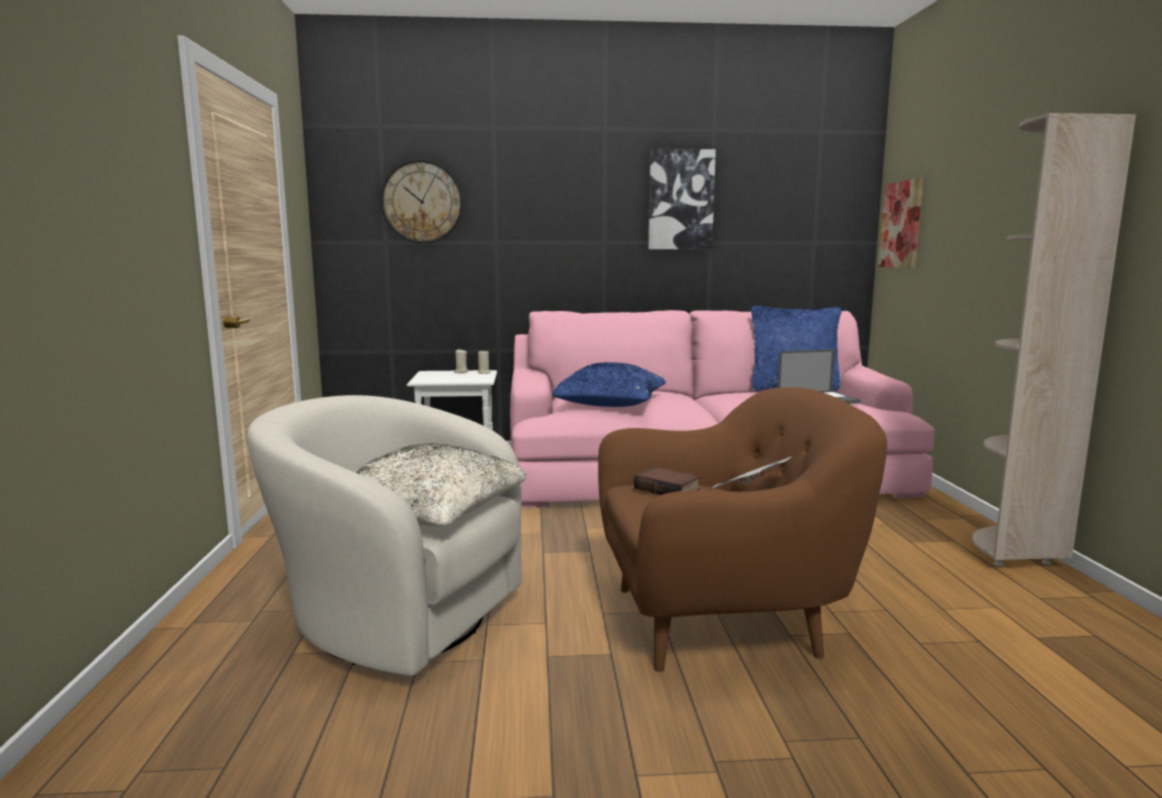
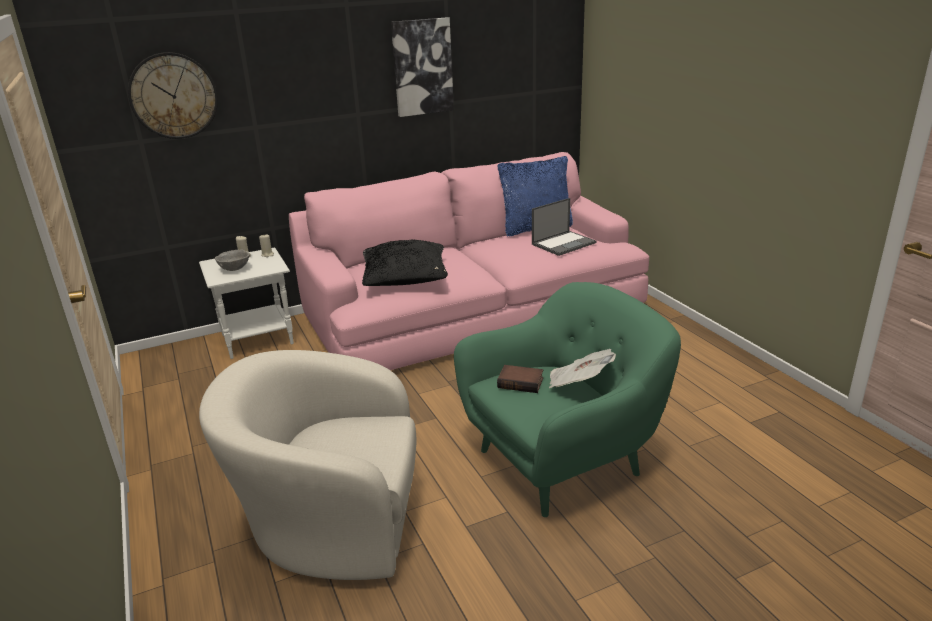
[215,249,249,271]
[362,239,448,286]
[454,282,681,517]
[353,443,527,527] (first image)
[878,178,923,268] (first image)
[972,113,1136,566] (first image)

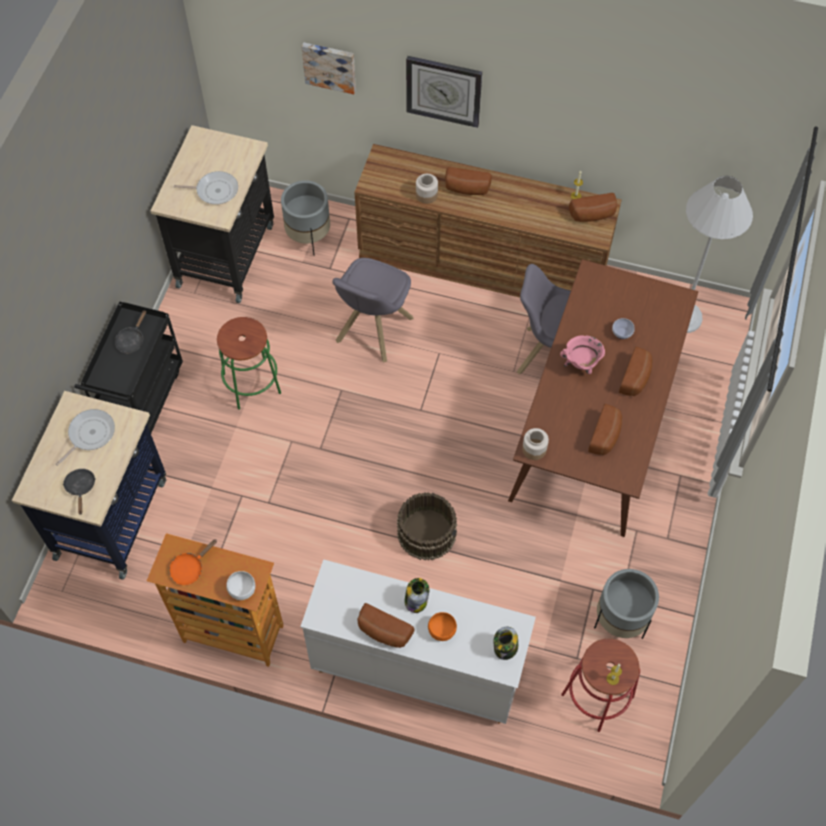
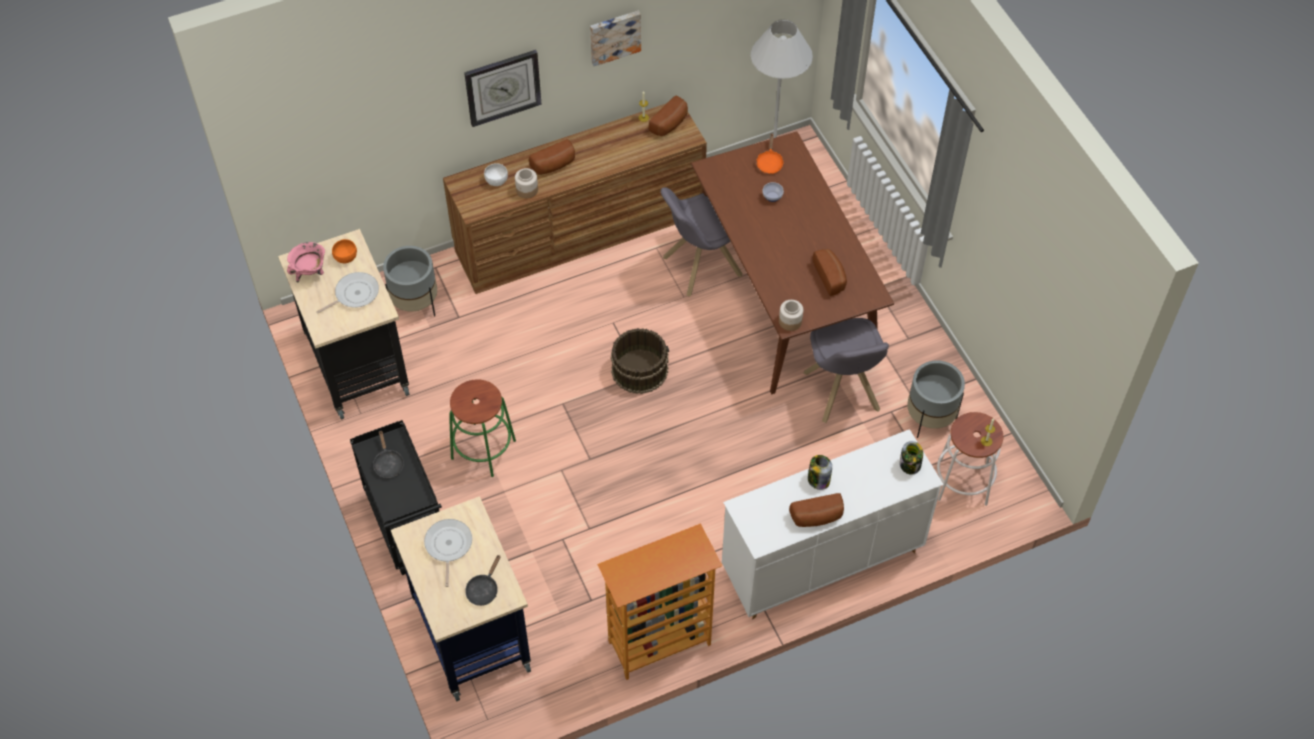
[287,242,325,282]
[332,239,357,263]
[465,554,500,606]
[484,163,508,186]
[590,11,641,66]
[611,328,669,394]
[756,134,784,174]
[803,318,889,423]
[937,412,1003,506]
[619,346,653,396] (first image)

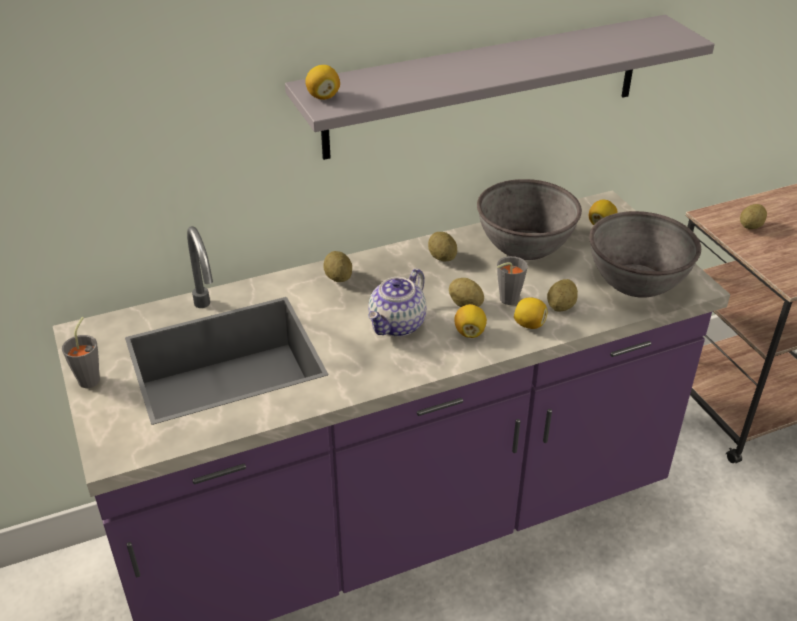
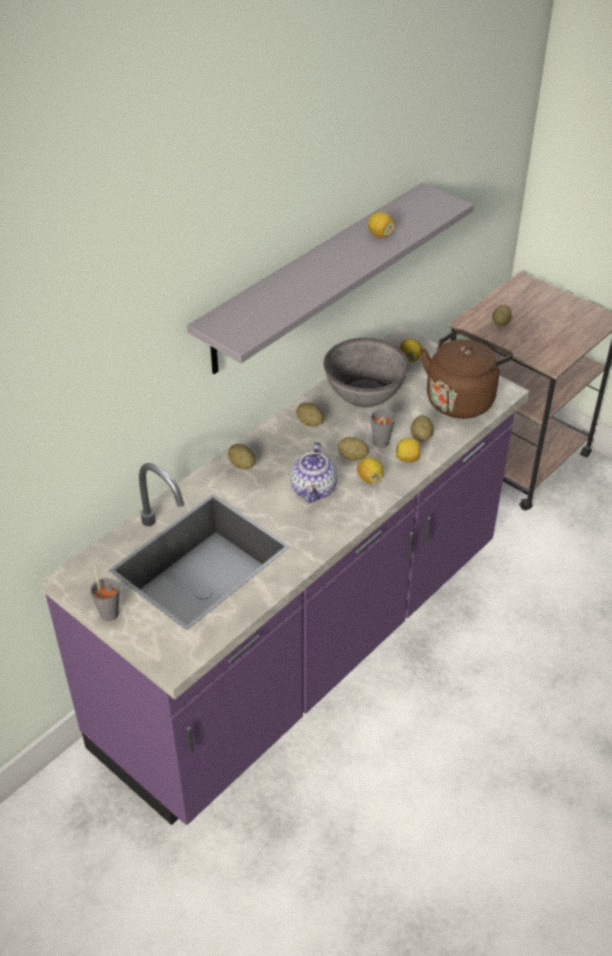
[368,212,395,238]
[421,329,513,419]

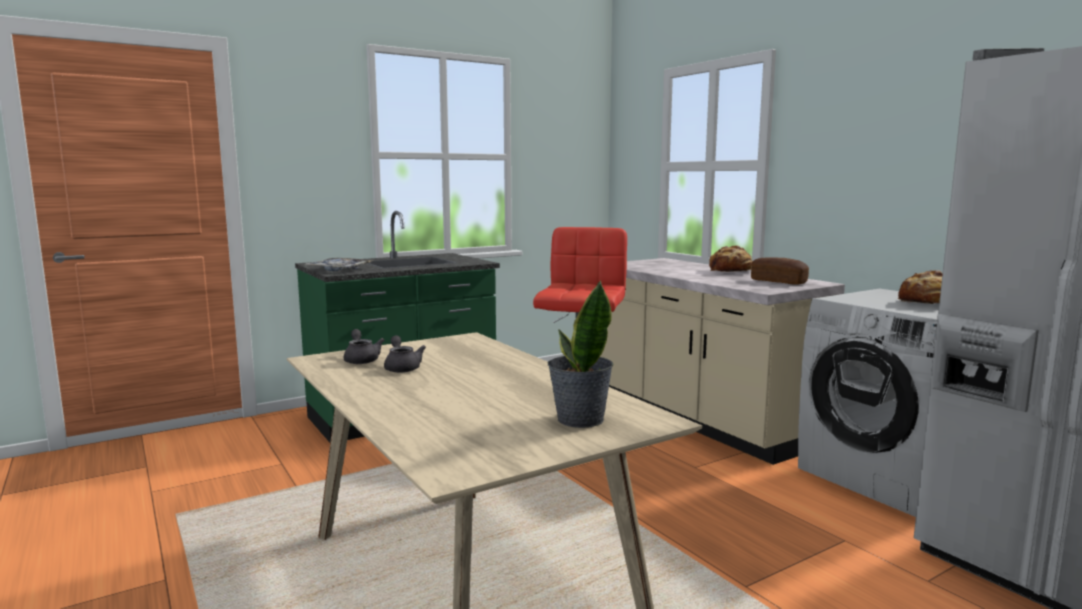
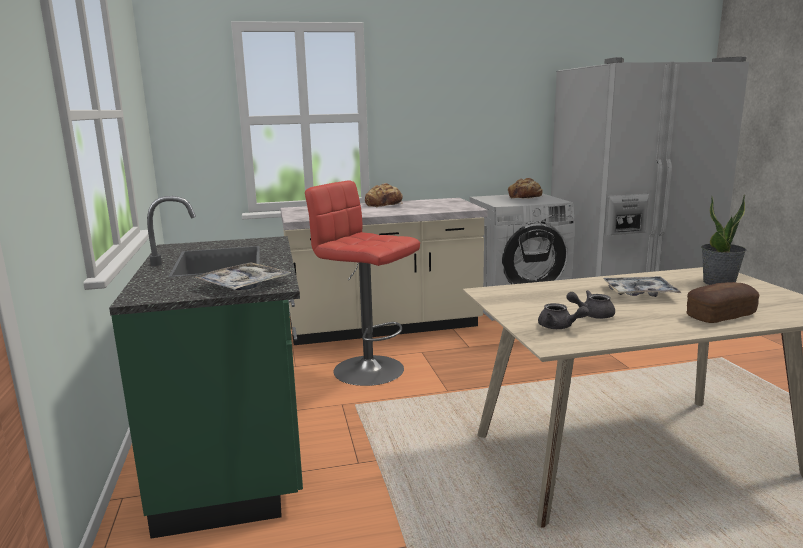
[538,303,589,329]
[603,277,681,297]
[686,282,759,323]

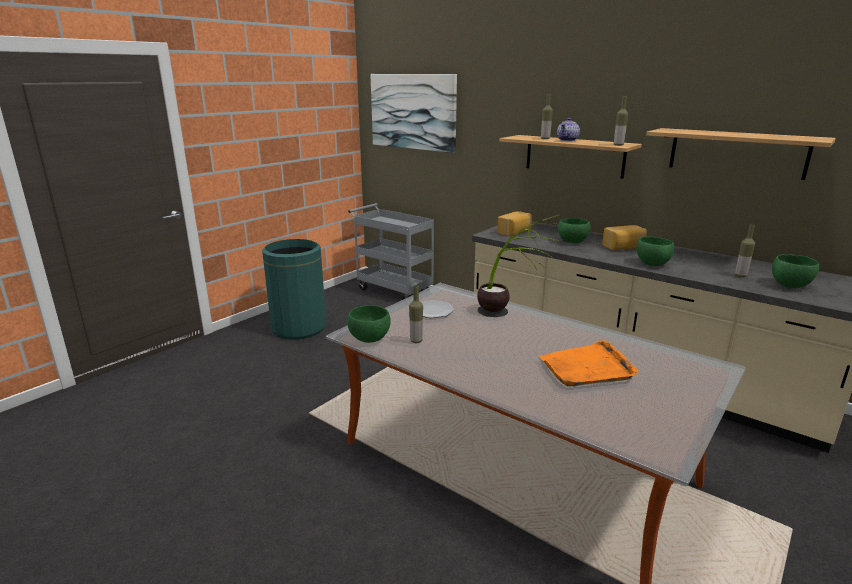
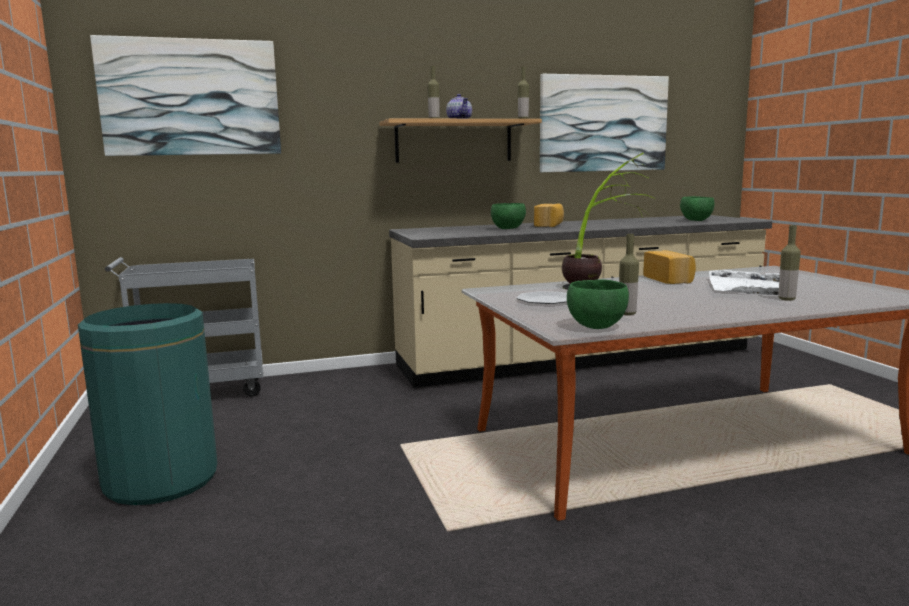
[540,74,669,172]
[643,250,696,284]
[709,270,780,295]
[778,225,801,301]
[636,236,674,266] (first image)

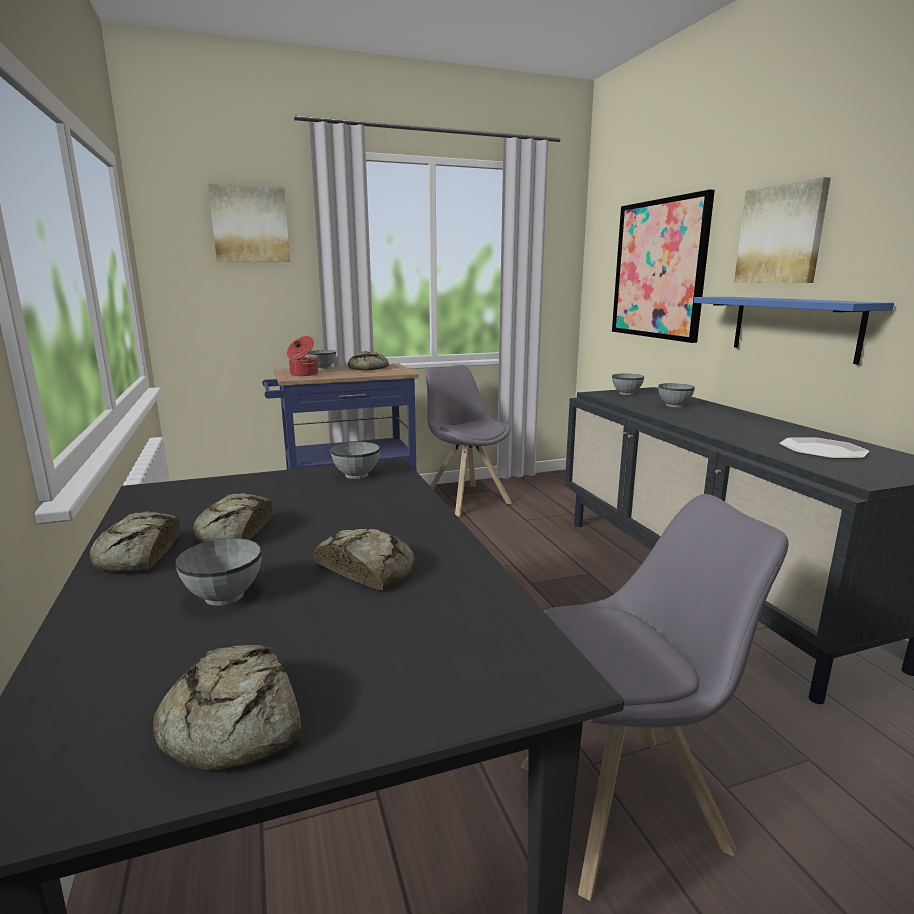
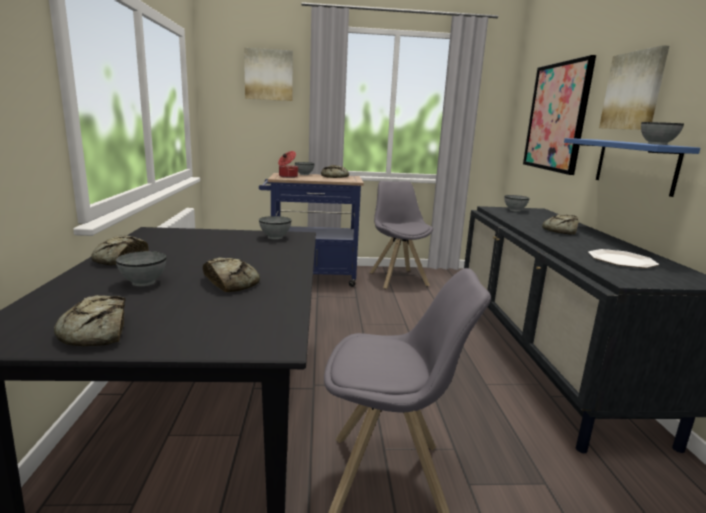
[542,214,578,235]
[641,122,684,145]

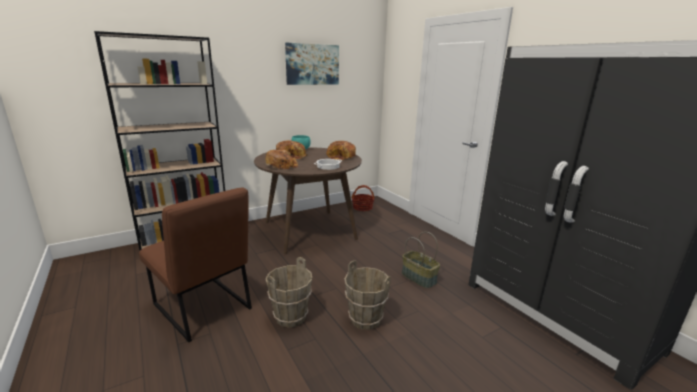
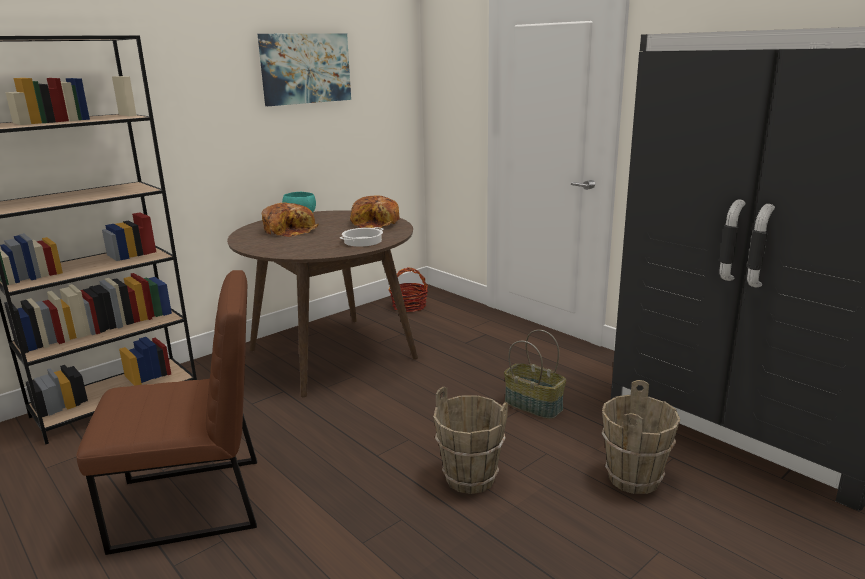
[77,270,257,555]
[602,380,680,494]
[266,150,298,169] (first image)

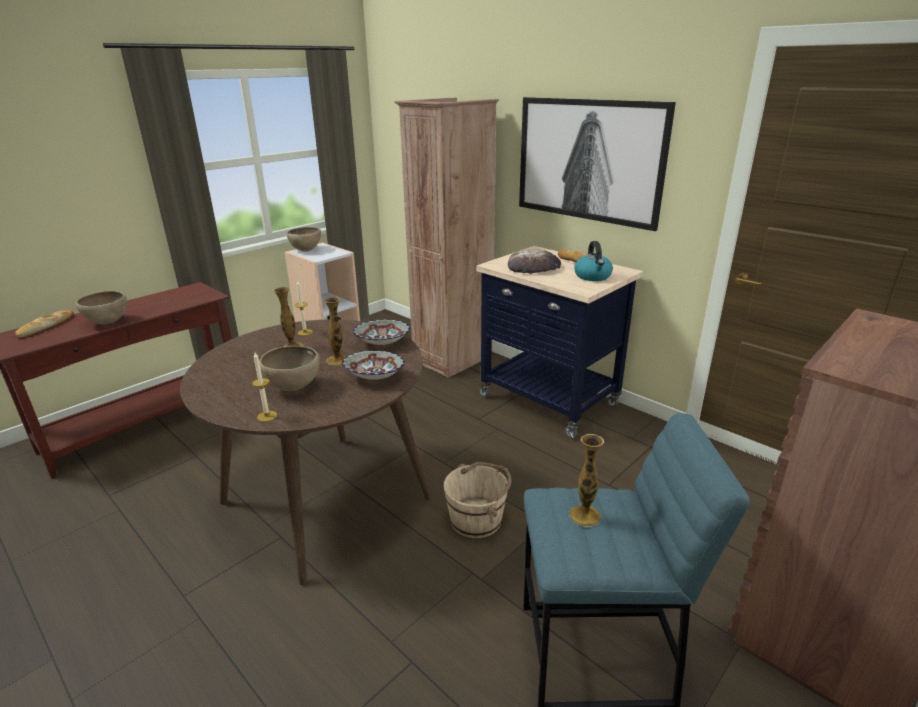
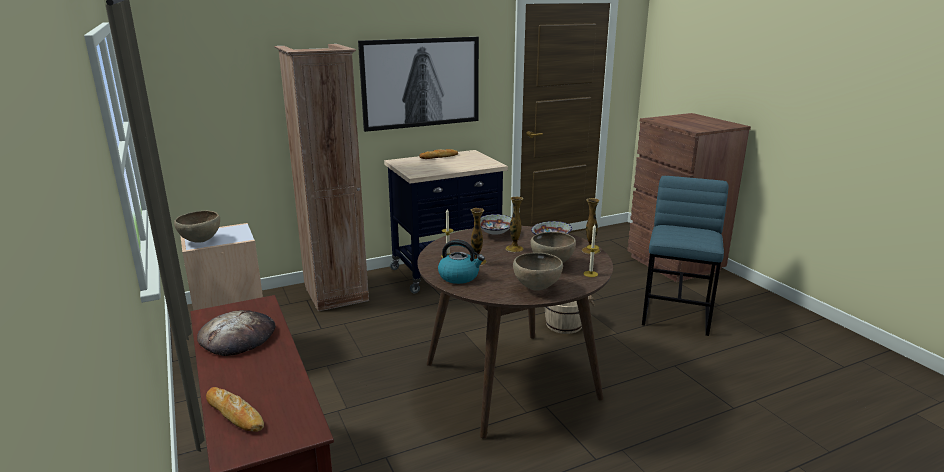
[197,310,276,356]
[438,240,485,284]
[513,253,563,291]
[582,198,601,254]

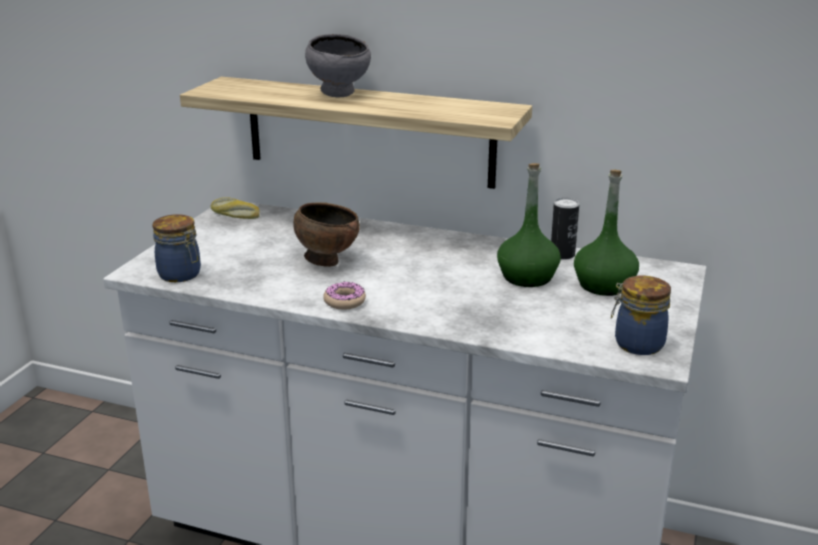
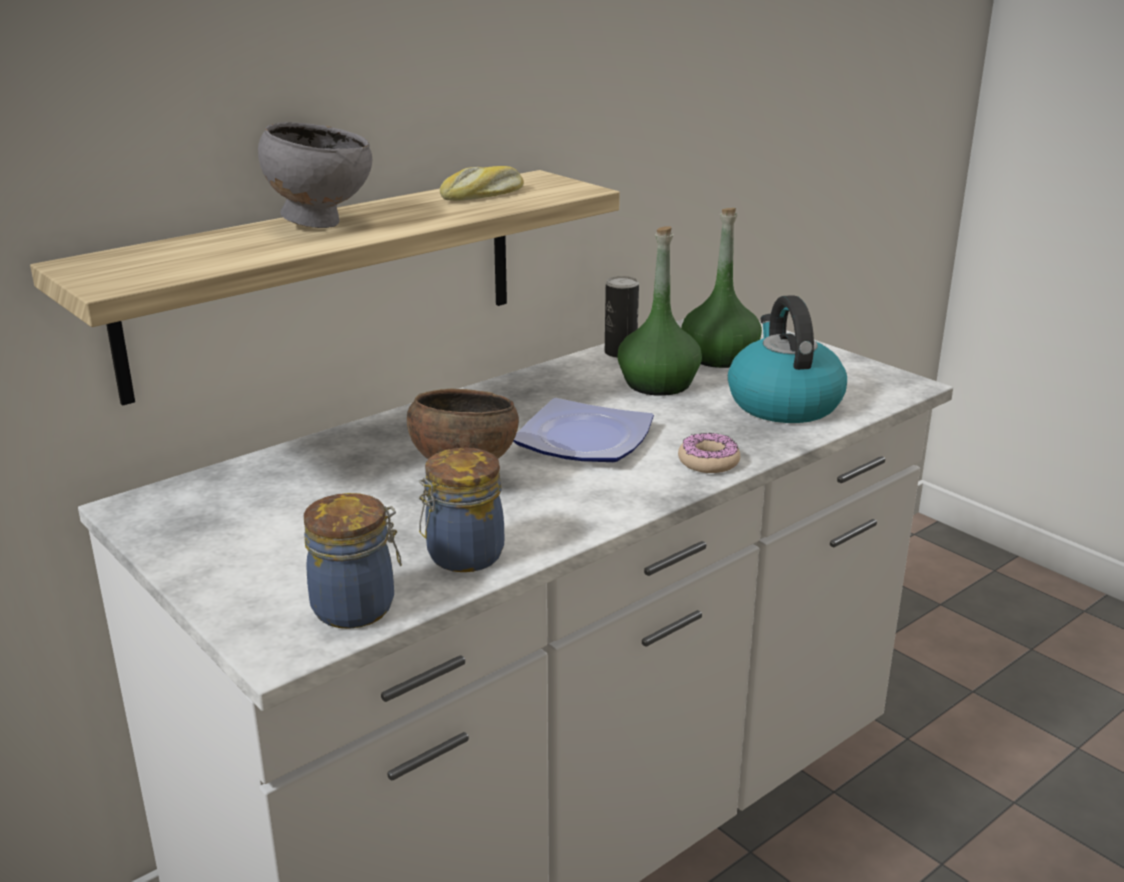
[419,448,504,572]
[440,166,524,201]
[513,398,654,462]
[678,433,740,473]
[728,295,847,423]

